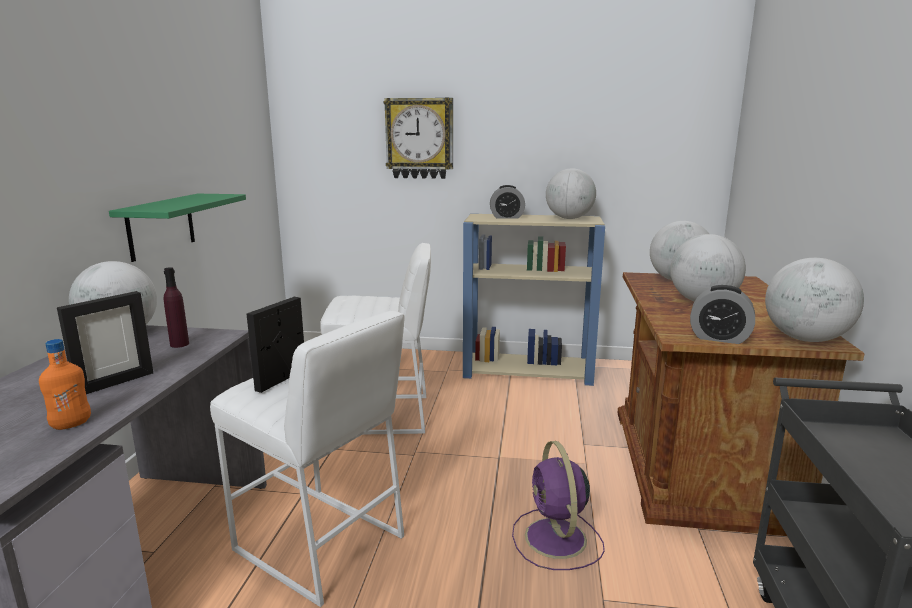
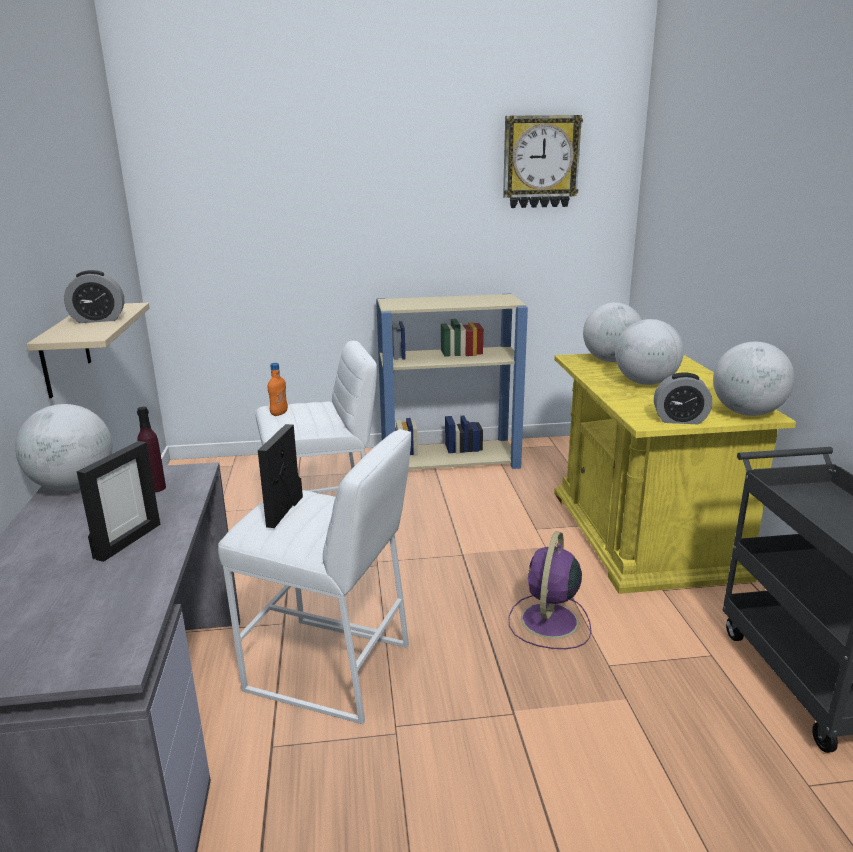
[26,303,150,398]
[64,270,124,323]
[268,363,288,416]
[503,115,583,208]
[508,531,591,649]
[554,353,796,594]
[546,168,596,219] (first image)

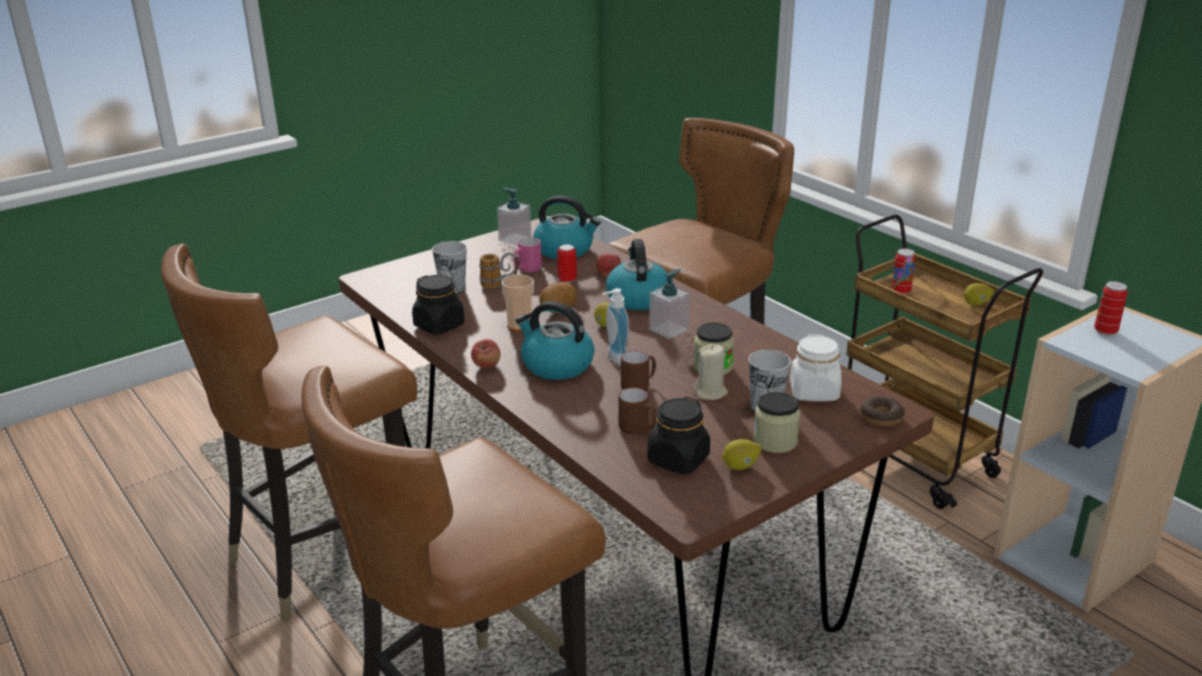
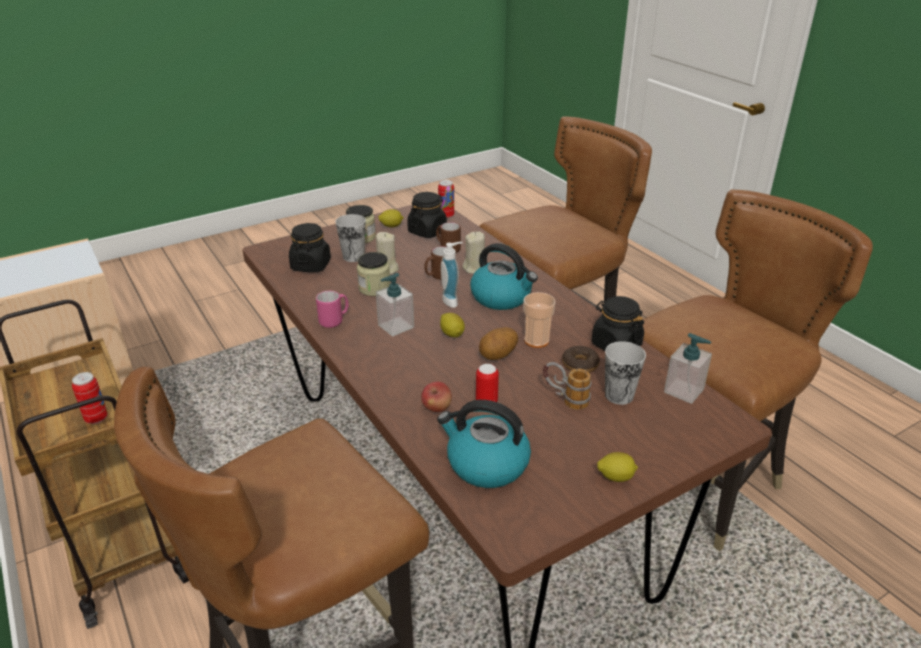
[289,223,331,272]
[316,291,349,328]
[438,180,454,219]
[462,232,485,274]
[562,345,600,373]
[597,452,638,482]
[664,333,712,404]
[471,339,500,369] (first image)
[606,239,668,310] (first image)

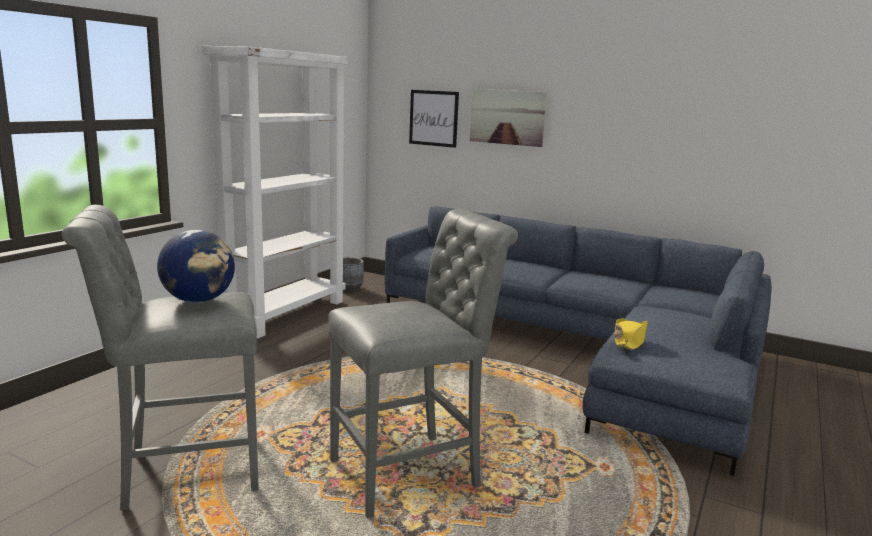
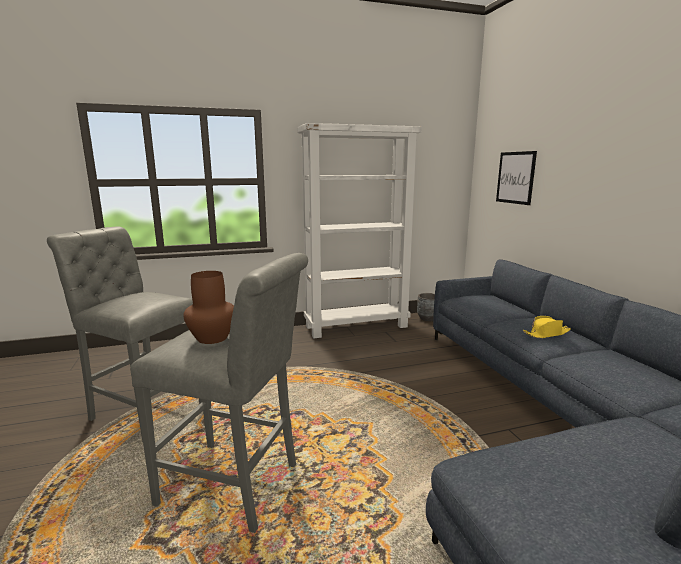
[183,271,234,344]
[523,316,571,338]
[157,230,235,303] (first image)
[470,89,547,147] (first image)

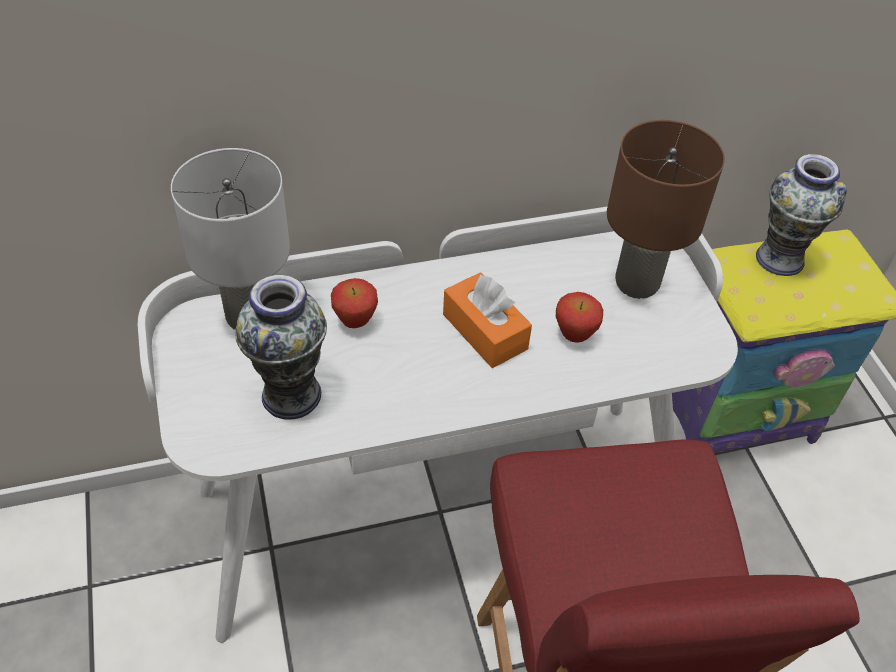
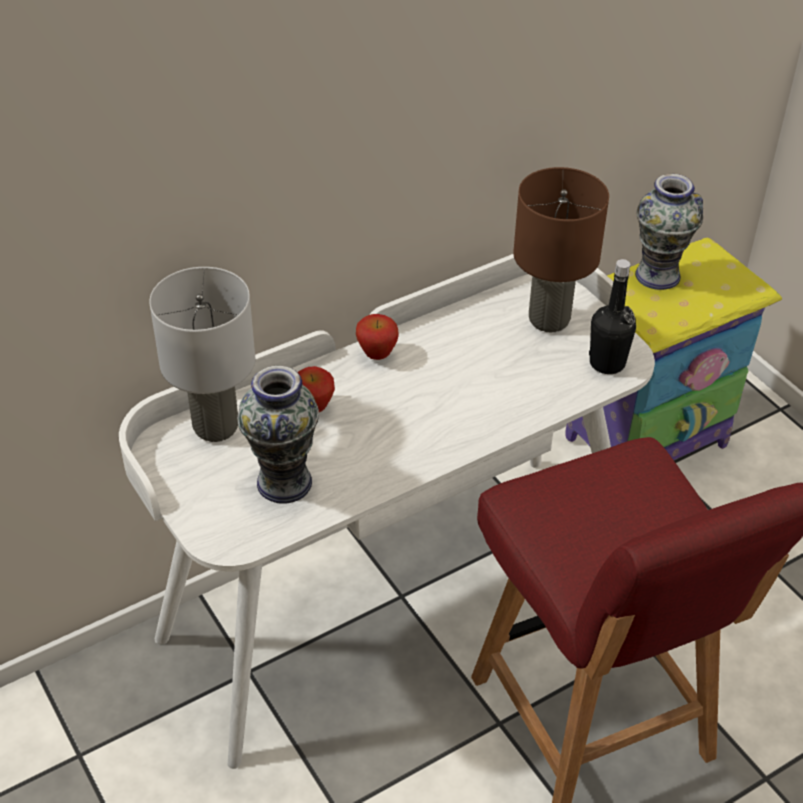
[356,314,399,360]
[589,259,636,374]
[443,272,532,368] (first image)

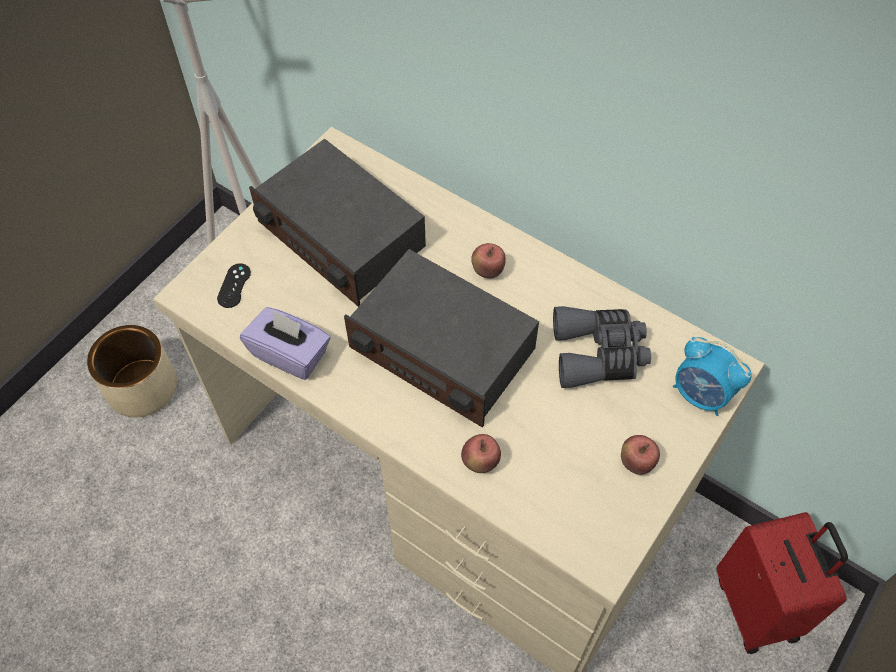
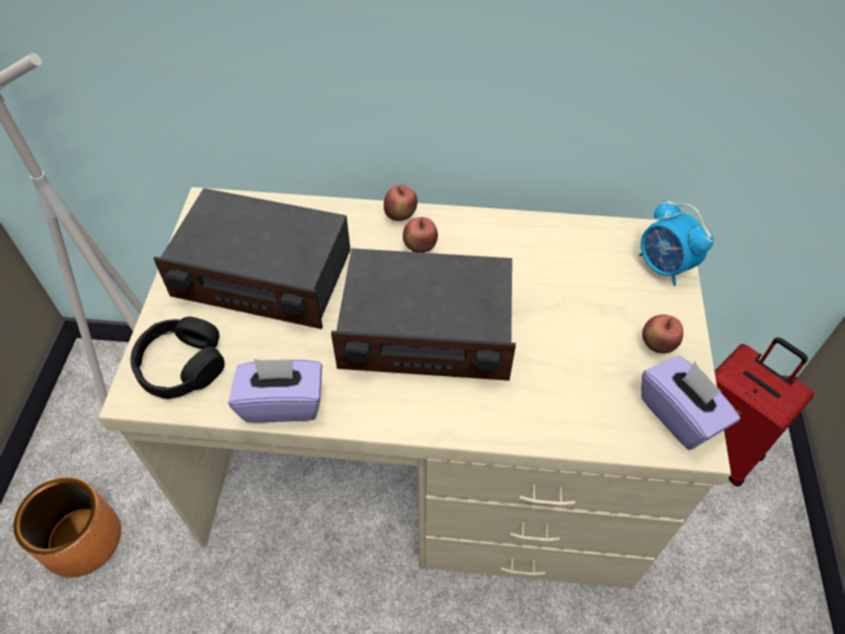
[13,477,121,578]
[131,317,225,399]
[384,185,418,221]
[639,200,714,286]
[641,356,740,450]
[553,306,651,388] (first image)

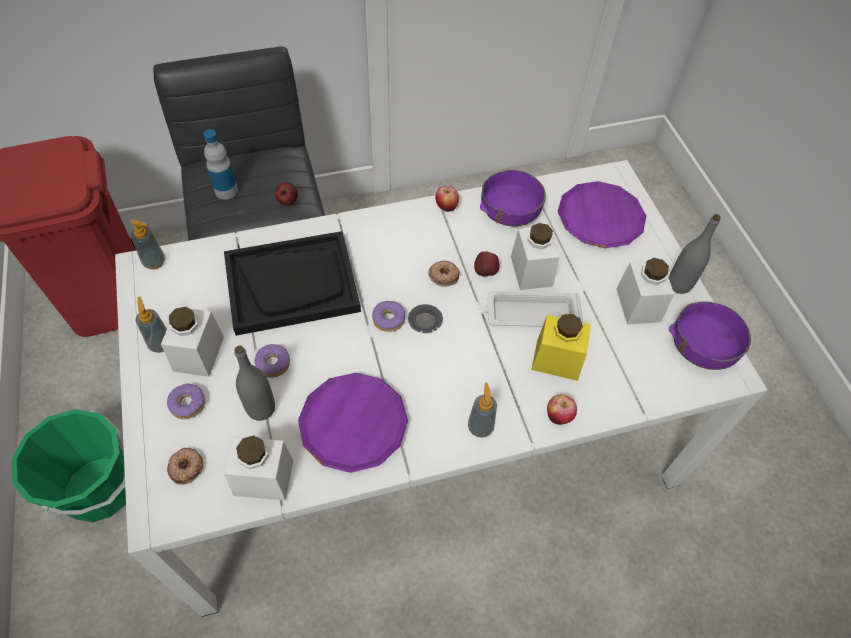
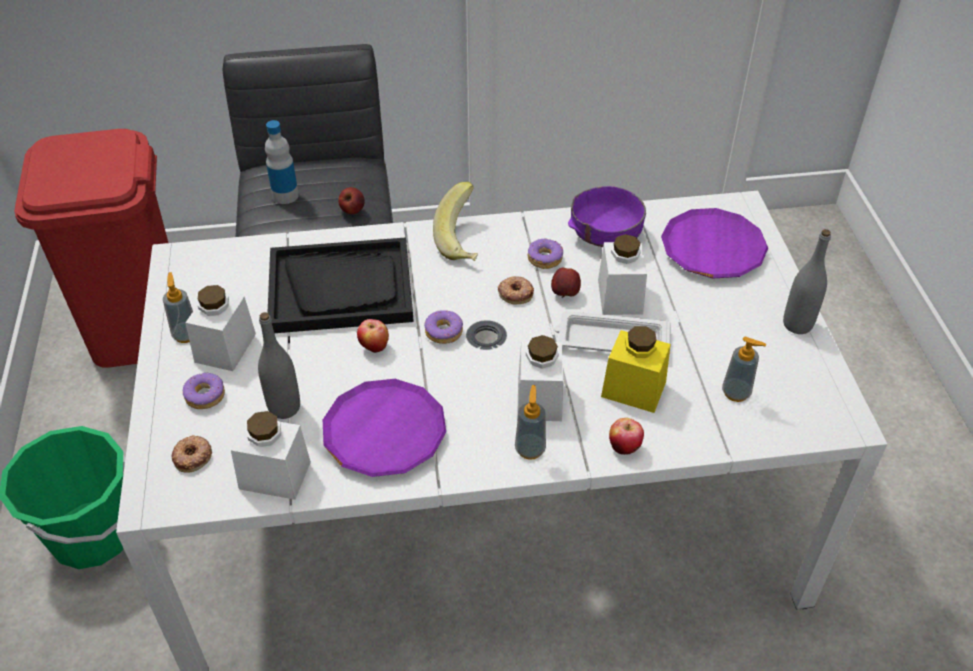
[357,319,389,353]
[433,182,478,261]
[517,335,563,421]
[528,238,563,269]
[722,337,766,402]
[669,302,751,370] (first image)

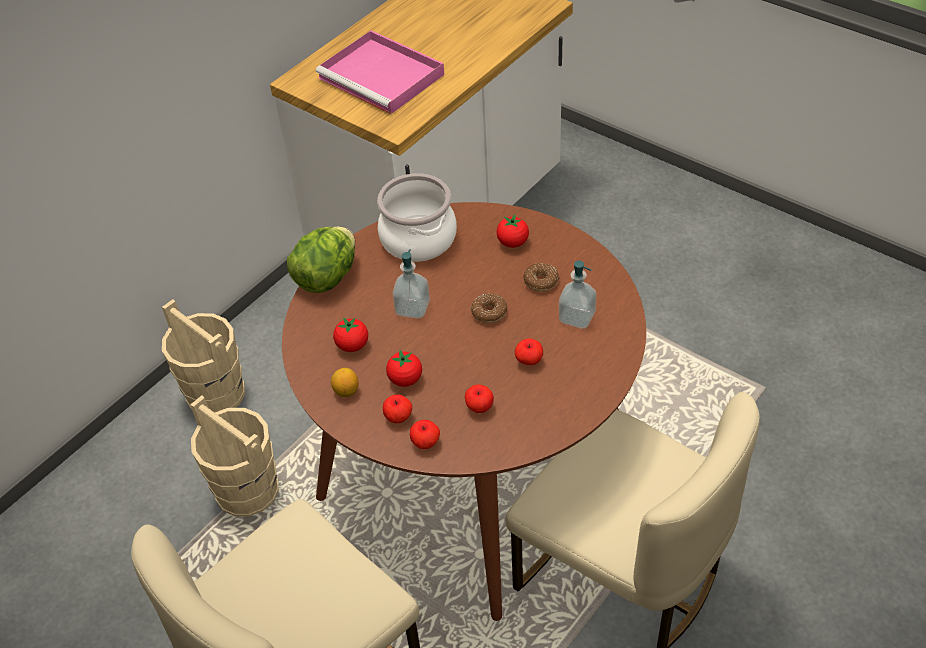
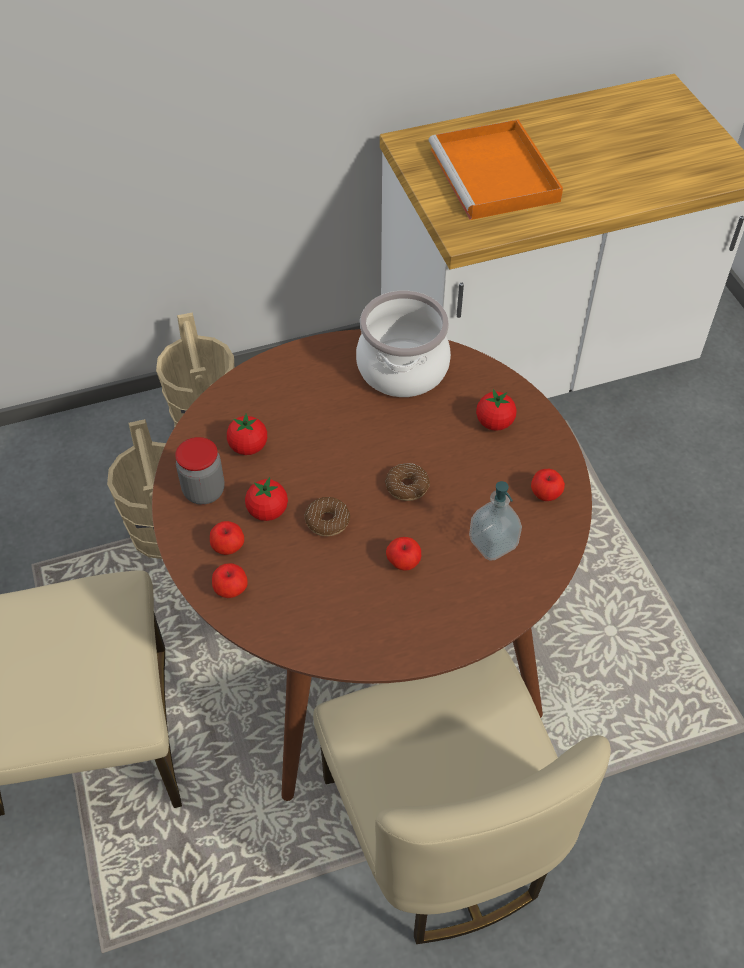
[175,437,224,505]
[305,497,350,536]
[428,120,563,220]
[531,469,565,501]
[287,226,355,293] (first image)
[392,249,430,319] (first image)

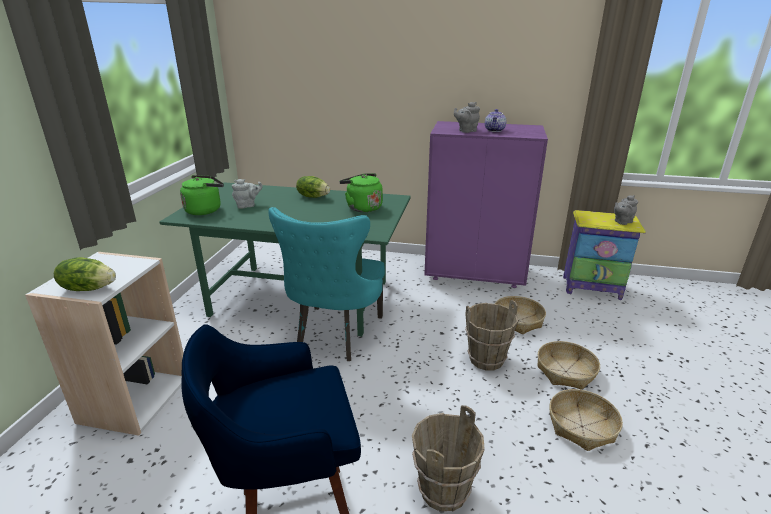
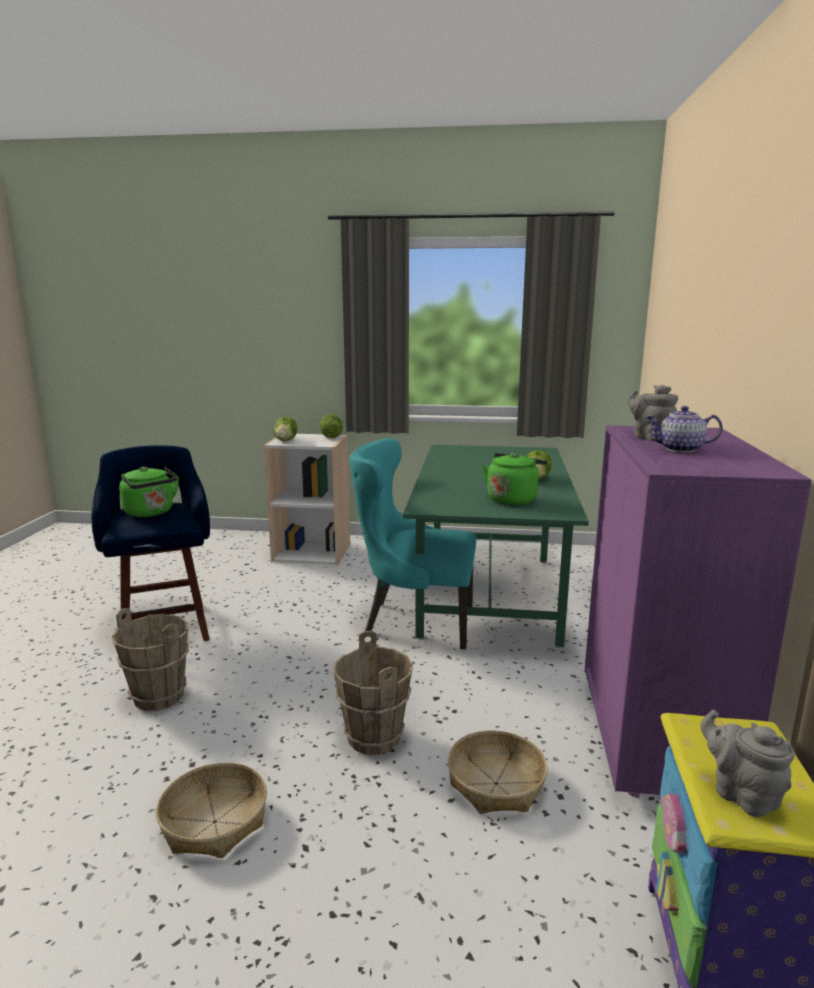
[119,466,179,517]
[320,414,343,438]
[232,179,263,209] (first image)
[538,341,600,390] (first image)

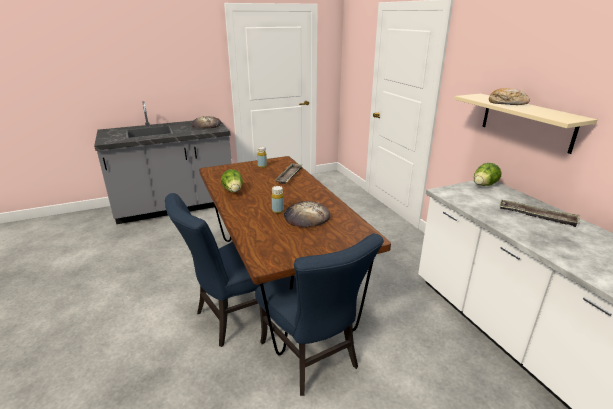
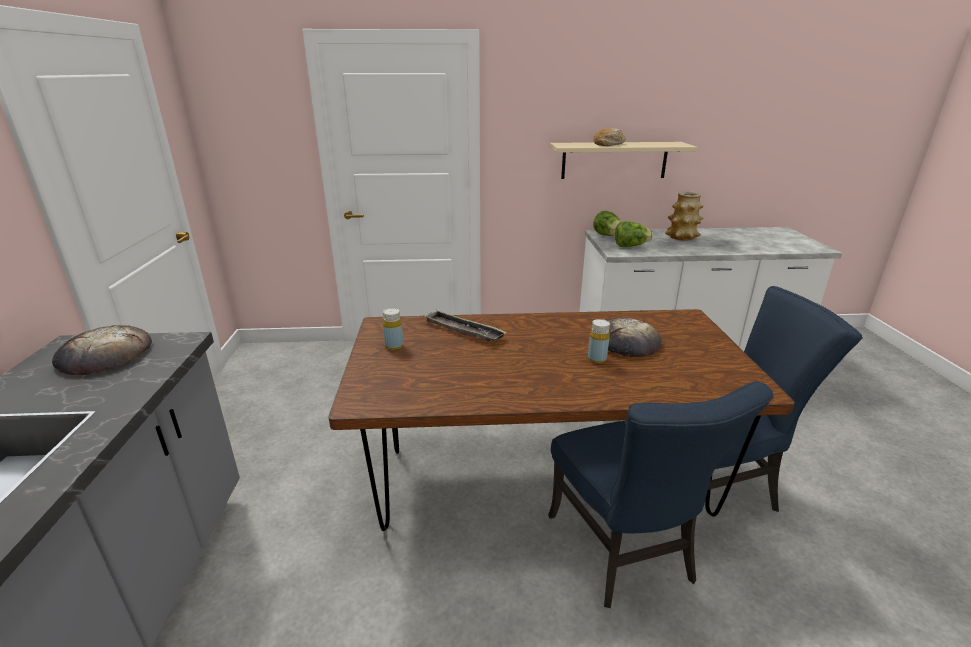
[615,221,653,247]
[665,192,704,241]

